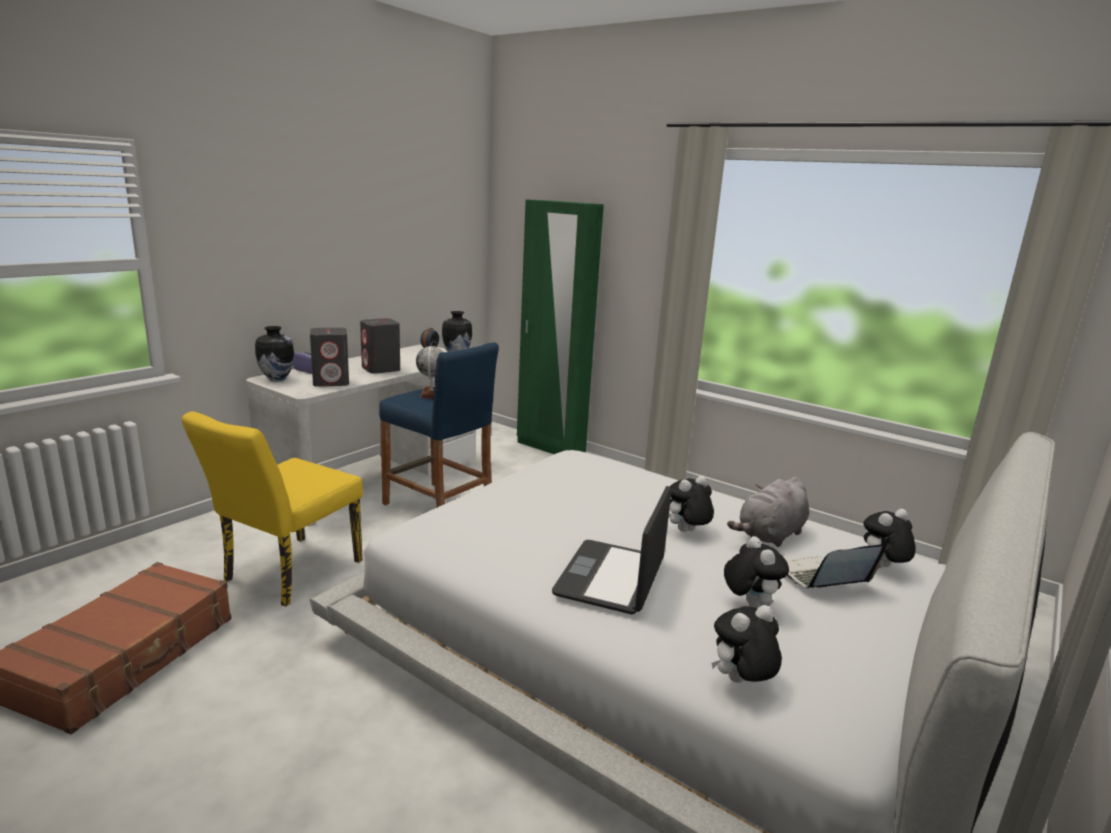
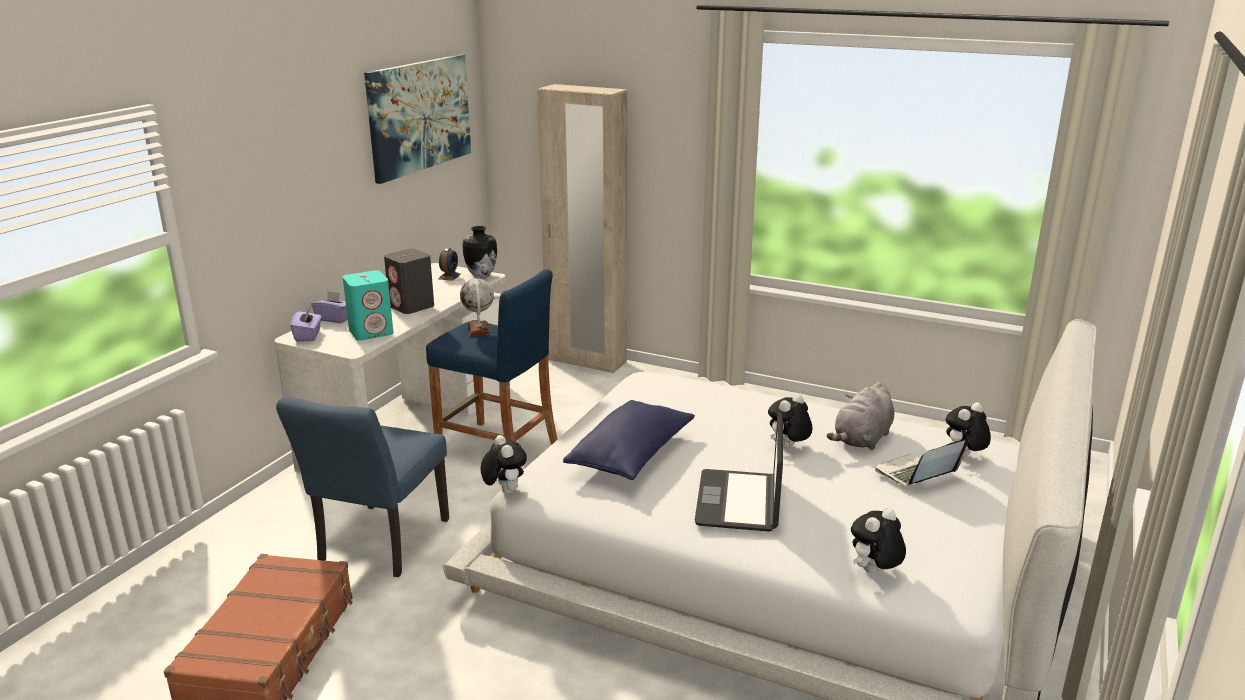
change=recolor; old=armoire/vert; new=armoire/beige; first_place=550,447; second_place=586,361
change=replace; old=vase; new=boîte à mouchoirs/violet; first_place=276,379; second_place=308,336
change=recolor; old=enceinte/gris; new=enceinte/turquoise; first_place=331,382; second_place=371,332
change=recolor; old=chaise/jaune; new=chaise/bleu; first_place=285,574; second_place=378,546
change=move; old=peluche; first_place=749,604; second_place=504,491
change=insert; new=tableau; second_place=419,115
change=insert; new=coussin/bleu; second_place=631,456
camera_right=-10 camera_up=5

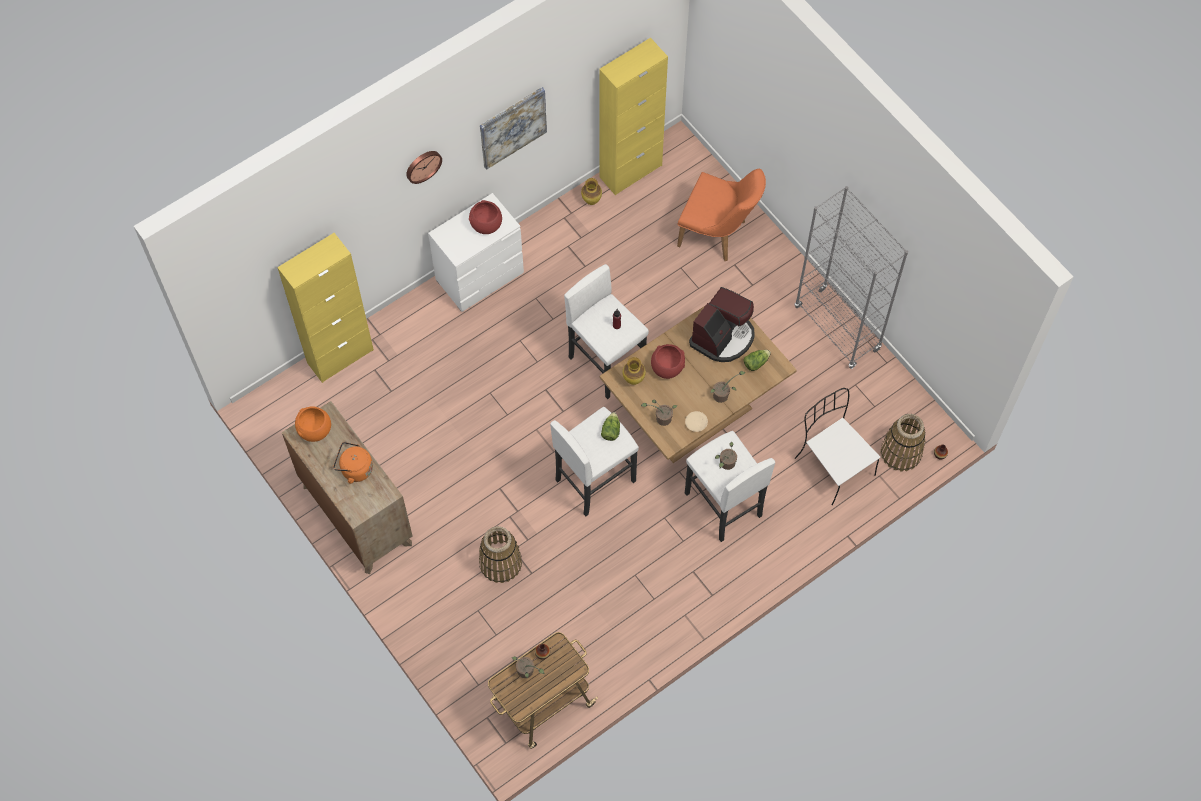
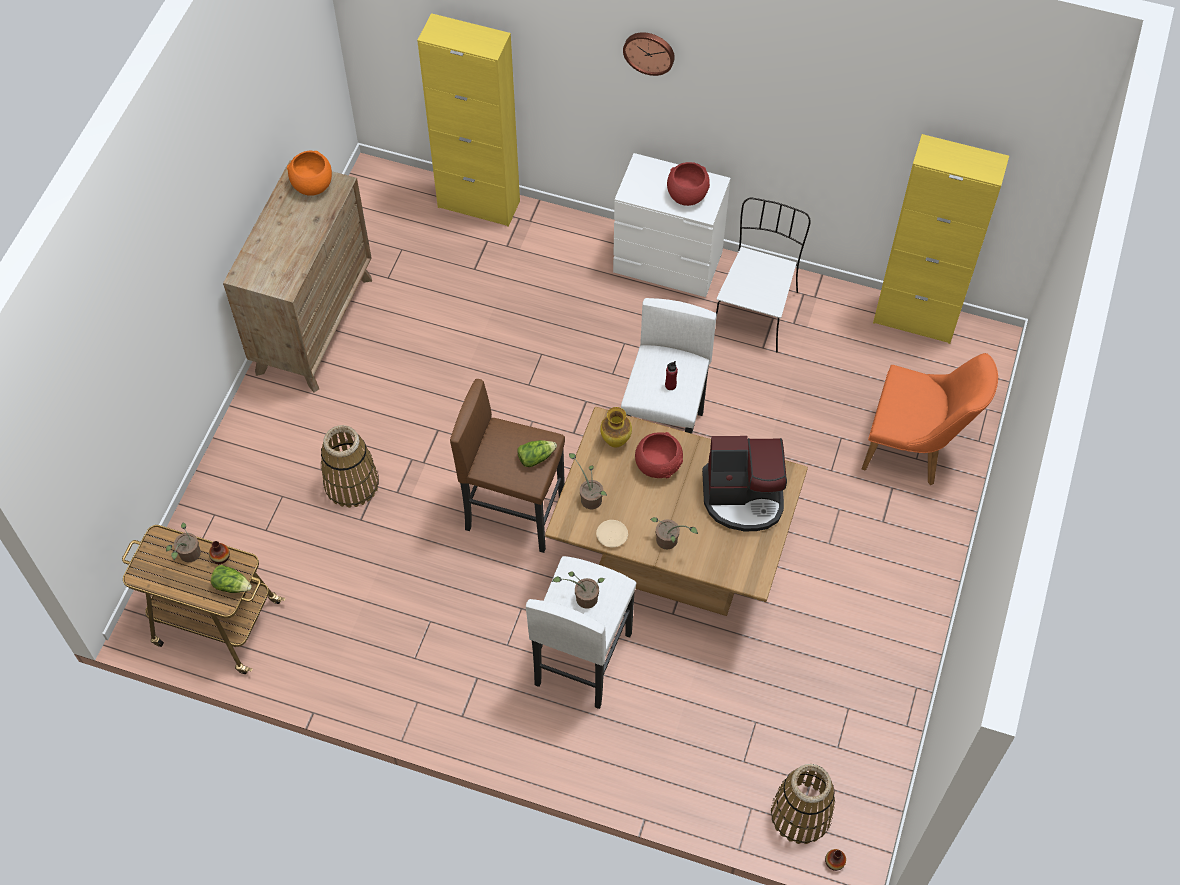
change=delete; old=tableau; first_place=512,127
change=rotate; old=chaise/orange; first_place=718,235; second_place=915,449; degrees=-60
change=delete; old=vase; first_place=592,201
change=delete; old=bibliothèque/gris; first_place=837,328
change=move; old=laitue; first_place=756,362; second_place=232,585
change=move; old=chaise/blanc; first_place=833,465; second_place=755,310
change=recolor; old=tabouret/blanc; new=tabouret/marron; first_place=594,480; second_place=515,512
change=delete; old=bouilloire/orange; first_place=355,469
camera_right=55 camera_up=-5

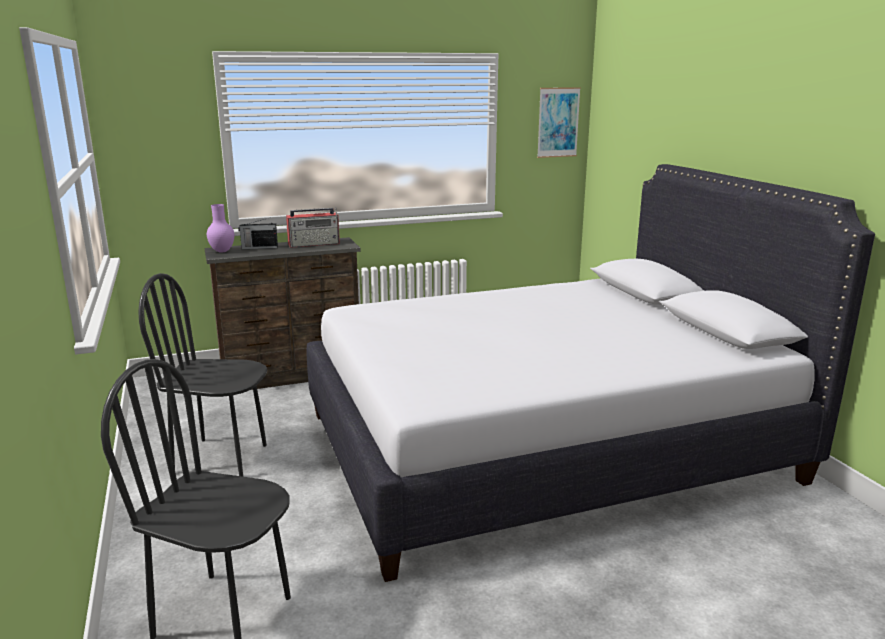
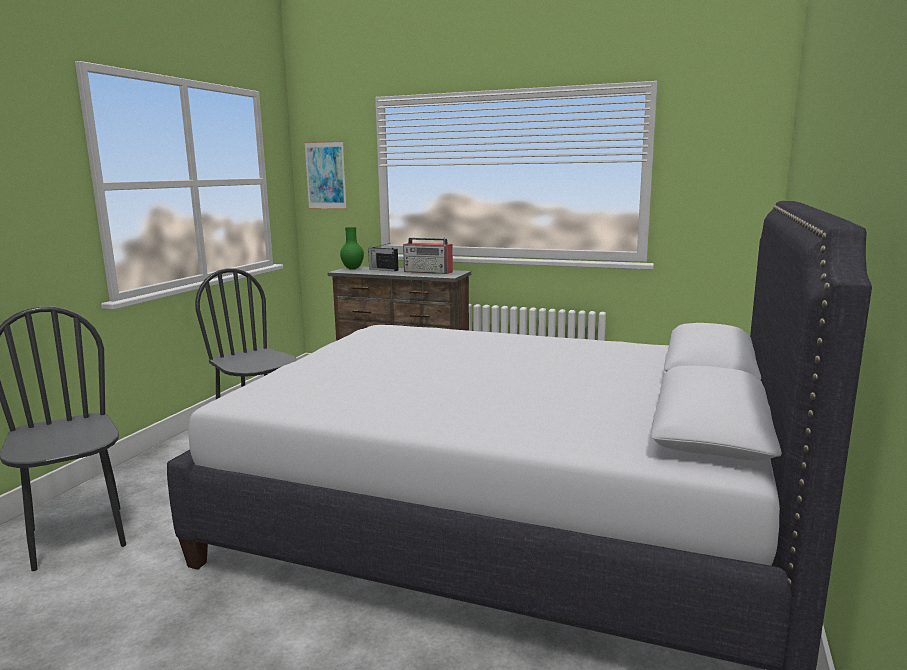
change=move; old=tableau; first_place=558,122; second_place=326,175
change=recolor; old=vase/violet; new=vase/vert; first_place=222,251; second_place=353,269
camera_right=40 camera_up=-5

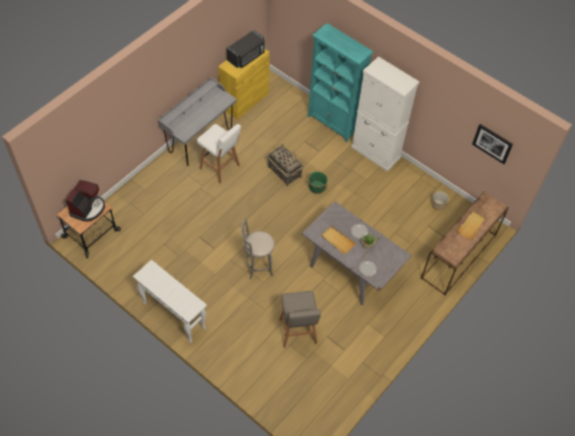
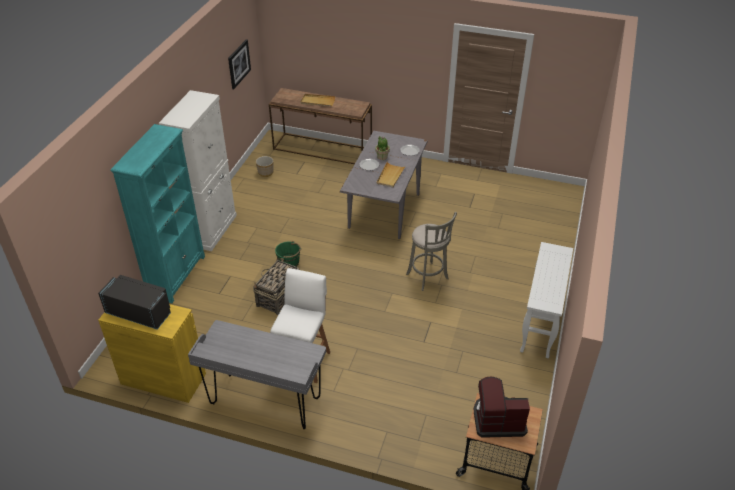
change=delete; old=tabouret/gris; first_place=298,332
camera_right=-110 camera_up=-15

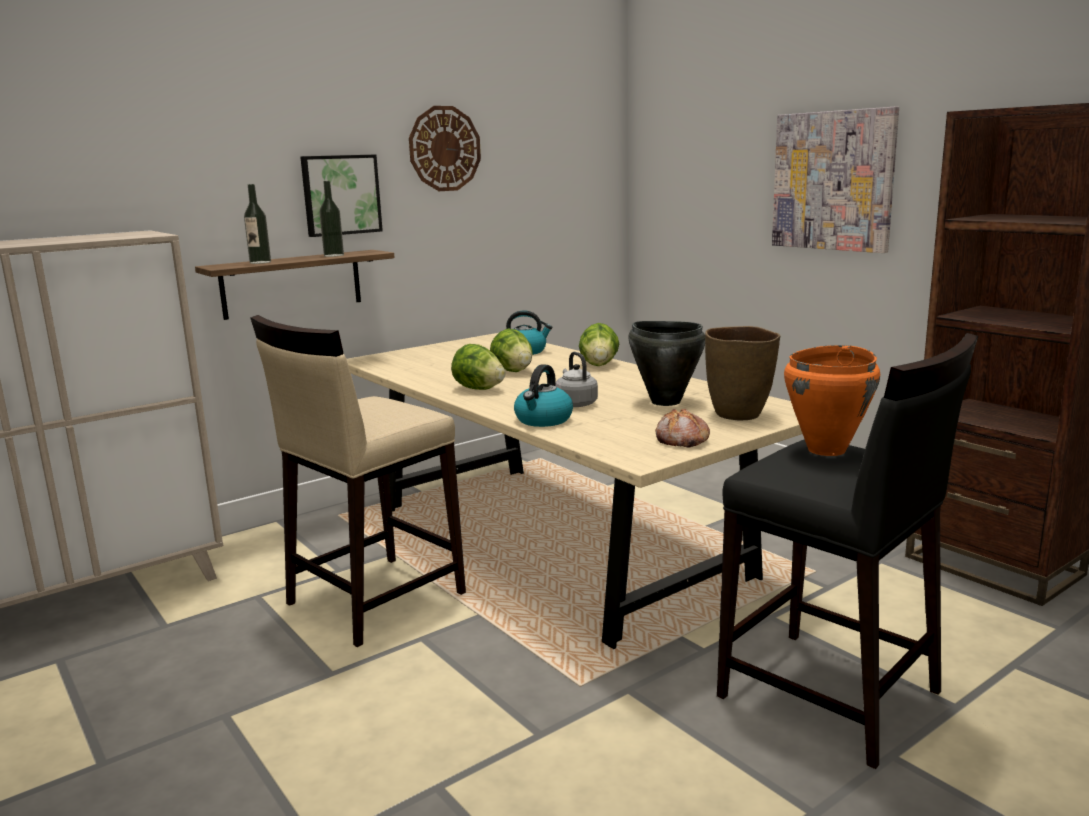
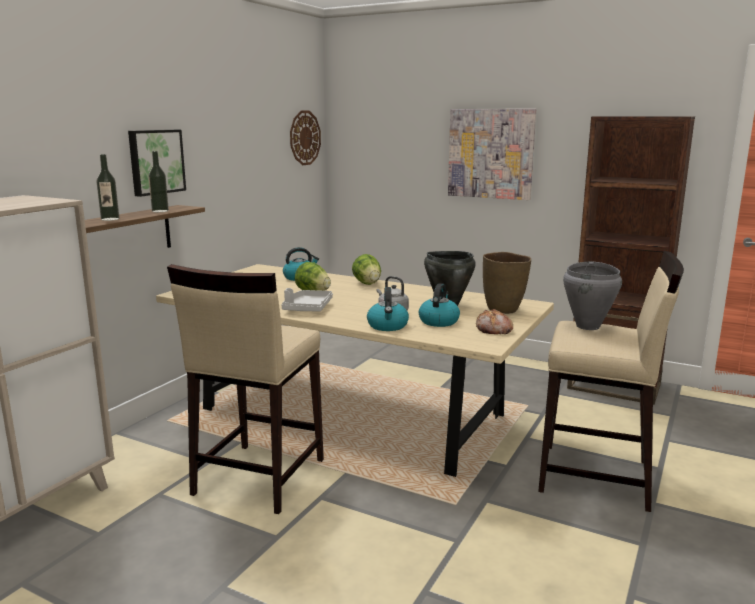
change=move; old=horloge murale; first_place=444,149; second_place=304,138
change=recolor; old=tabouret/noir; new=tabouret/beige; first_place=830,695; second_place=596,477
change=replace; old=laitue; new=plateau/gris; first_place=478,389; second_place=307,308
change=recolor; old=marmite/orange; new=marmite/gris; first_place=827,450; second_place=588,326
change=insert; new=bouilloire; second_place=438,321
camera_right=-25 camera_up=0

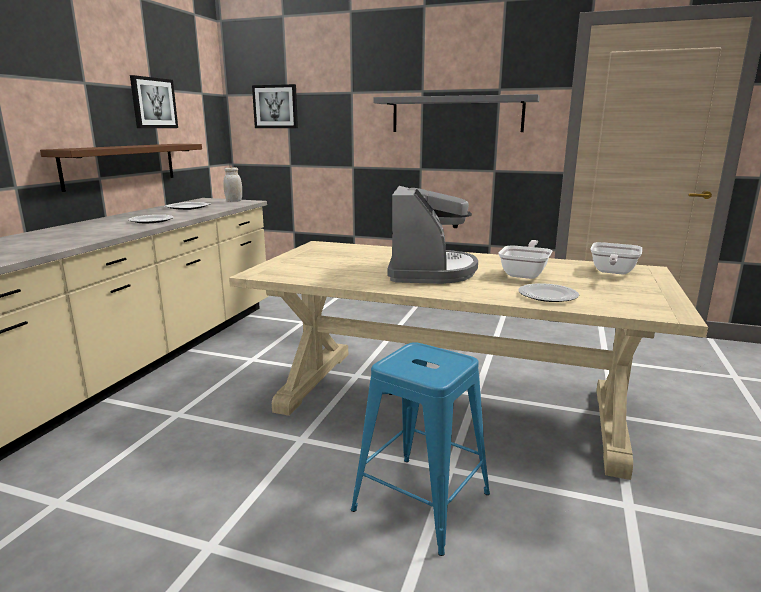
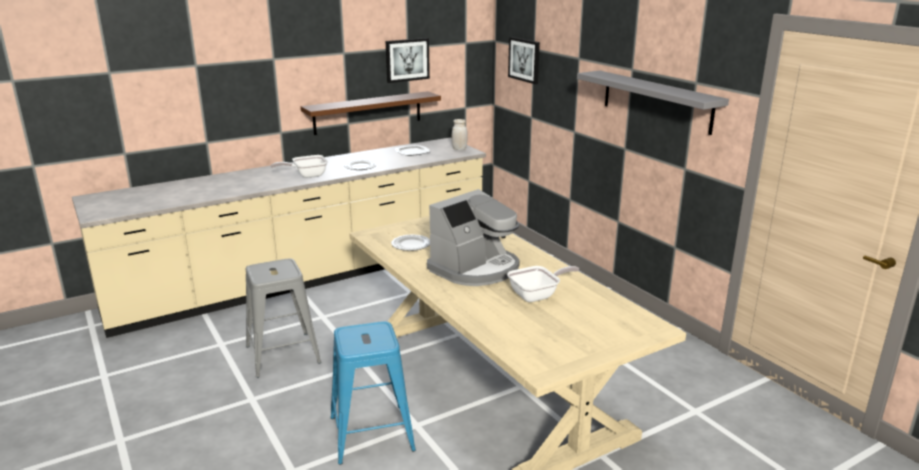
change=move; old=poêle; first_place=612,272; second_place=306,175
change=move; old=assiette; first_place=548,295; second_place=411,244
change=insert; new=tabouret/gris; second_place=282,354
camera_right=40 camera_up=5

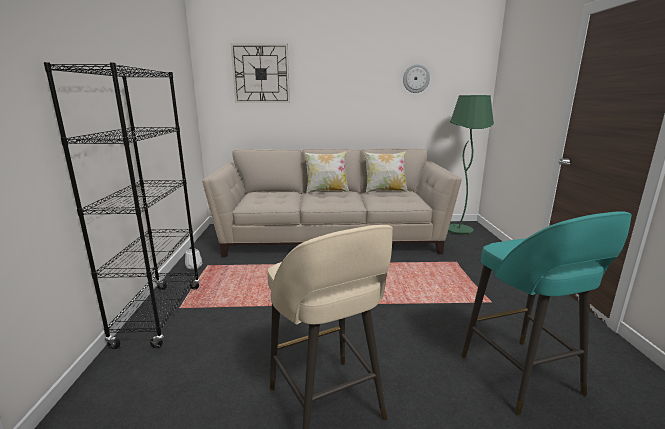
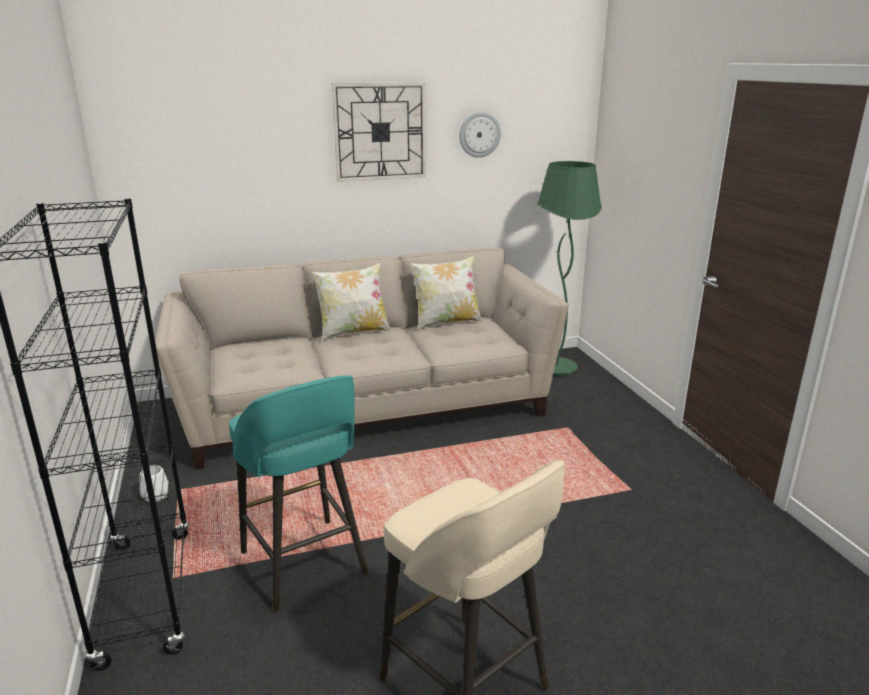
change=move; old=horloge murale; first_place=261,74; second_place=380,132
change=move; old=tabouret/turquoise; first_place=522,377; second_place=305,565
camera_right=-15 camera_up=5

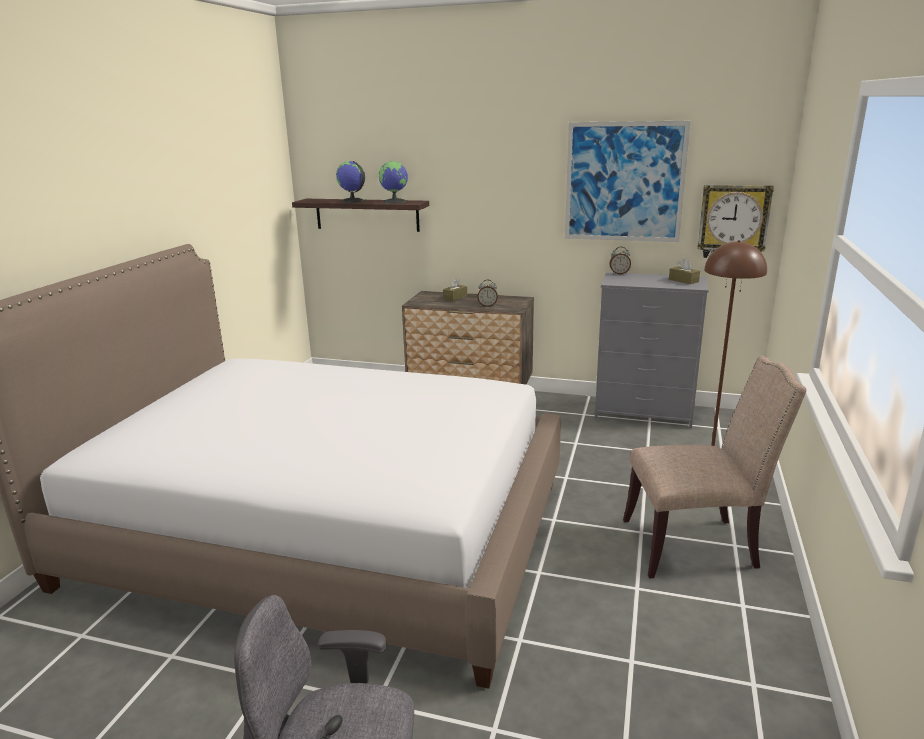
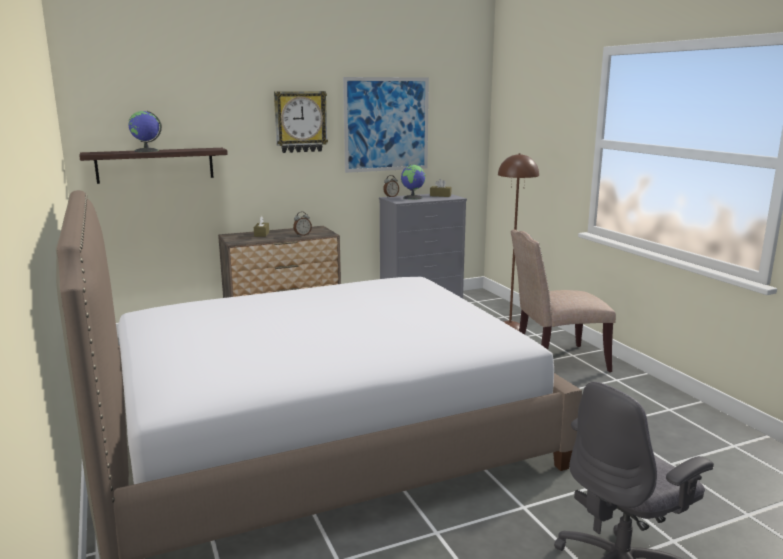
change=move; old=globe; first_place=395,201; second_place=413,197
change=move; old=horloge murale; first_place=733,221; second_place=300,122
change=rotate; old=chaise/beige; first_place=695,545; second_place=555,361; degrees=-150
camera_right=-40 camera_up=-5

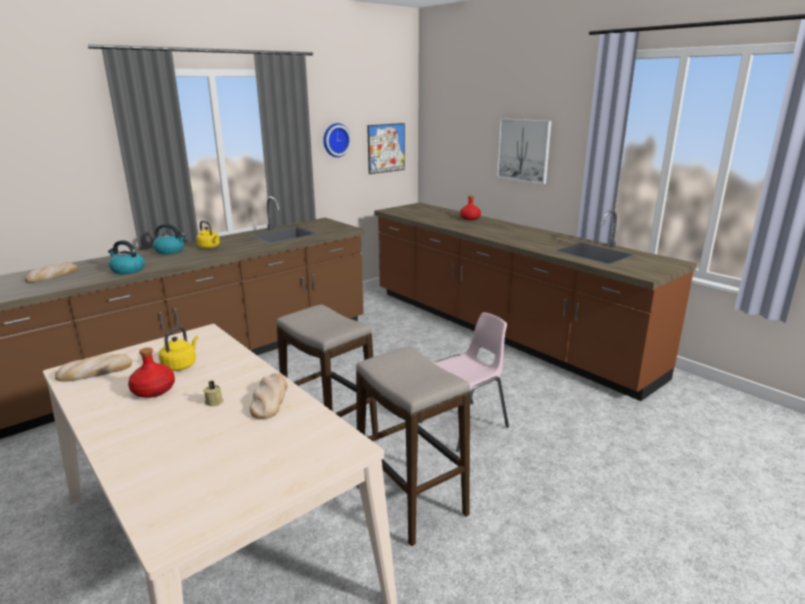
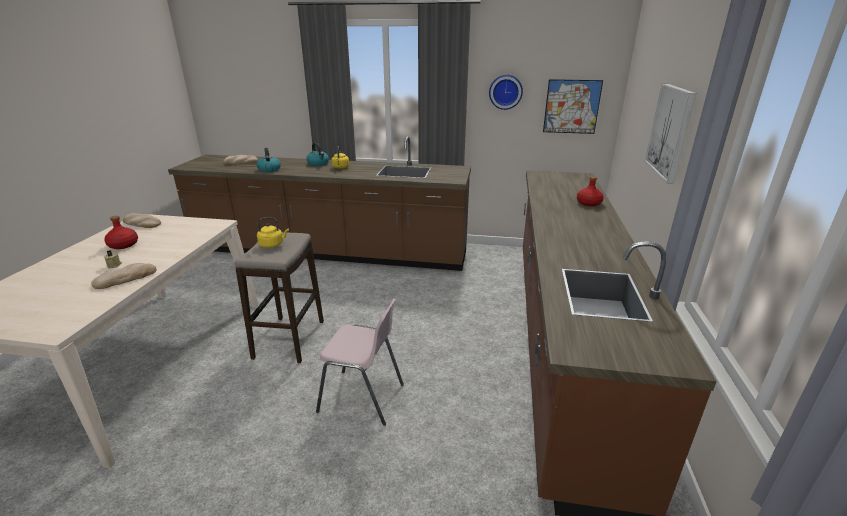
change=move; old=bouilloire/jaune; first_place=181,365; second_place=272,244
change=delete; old=tabouret; first_place=411,500
camera_right=50 camera_up=5

